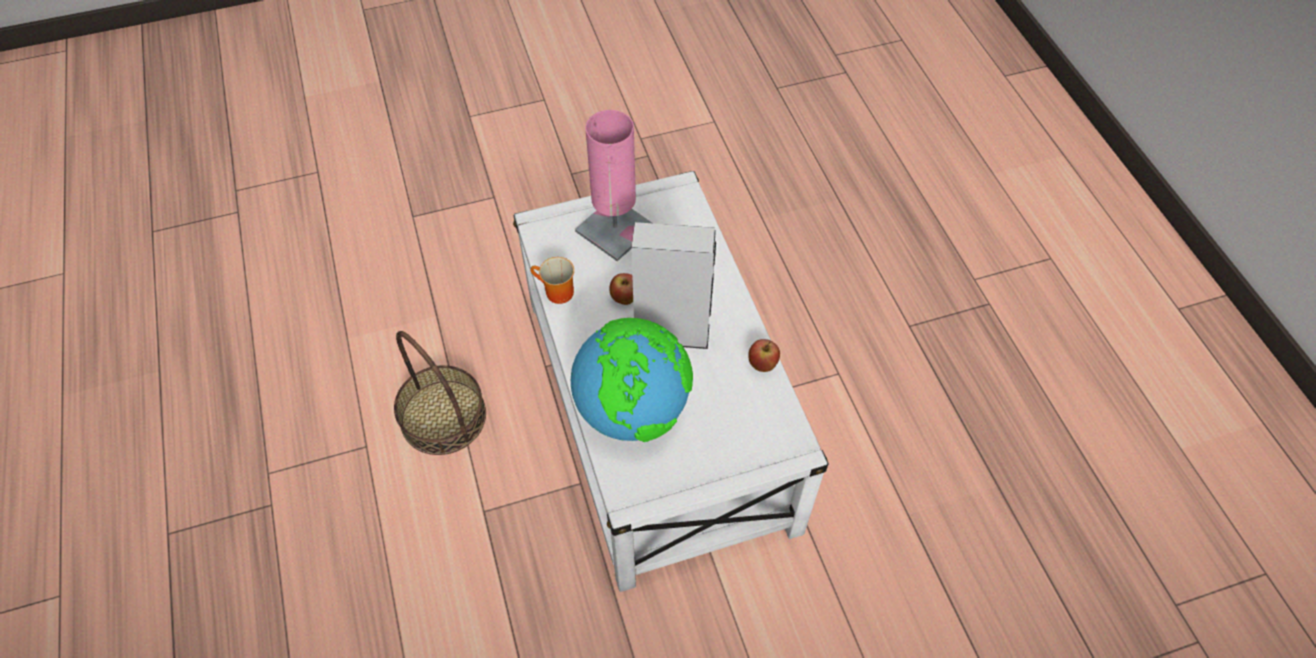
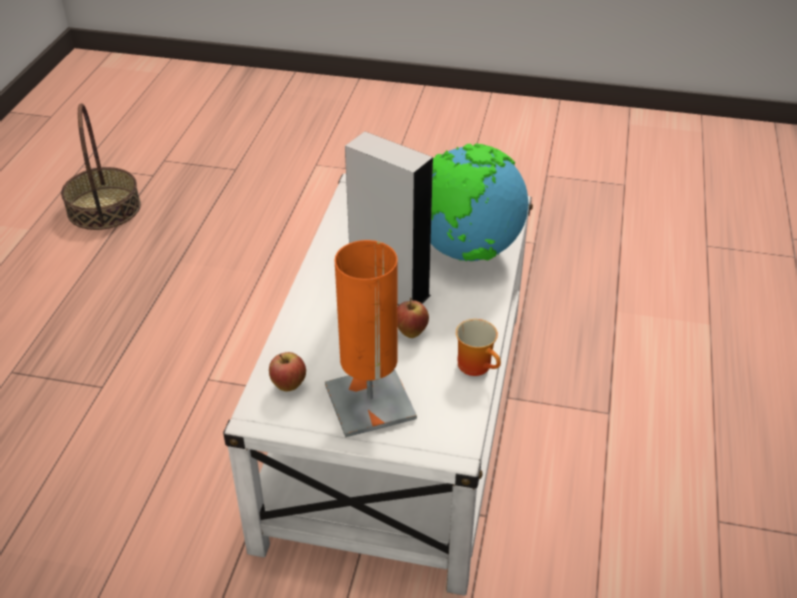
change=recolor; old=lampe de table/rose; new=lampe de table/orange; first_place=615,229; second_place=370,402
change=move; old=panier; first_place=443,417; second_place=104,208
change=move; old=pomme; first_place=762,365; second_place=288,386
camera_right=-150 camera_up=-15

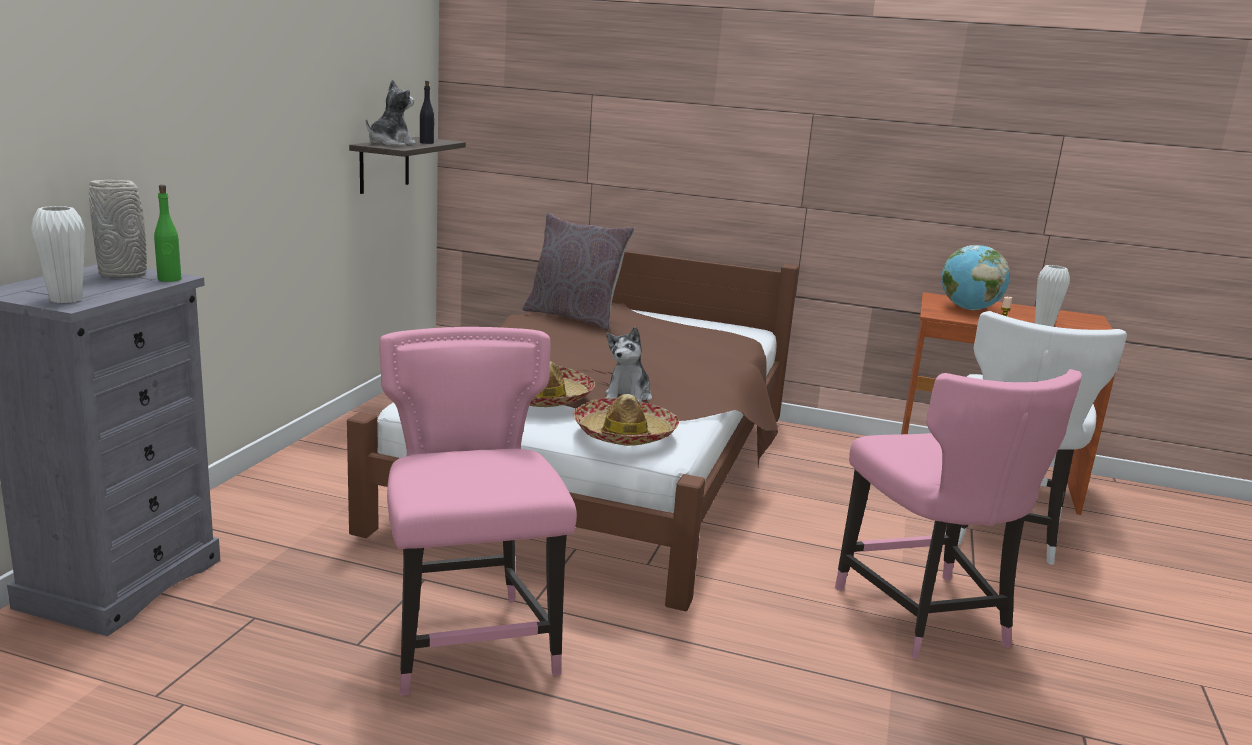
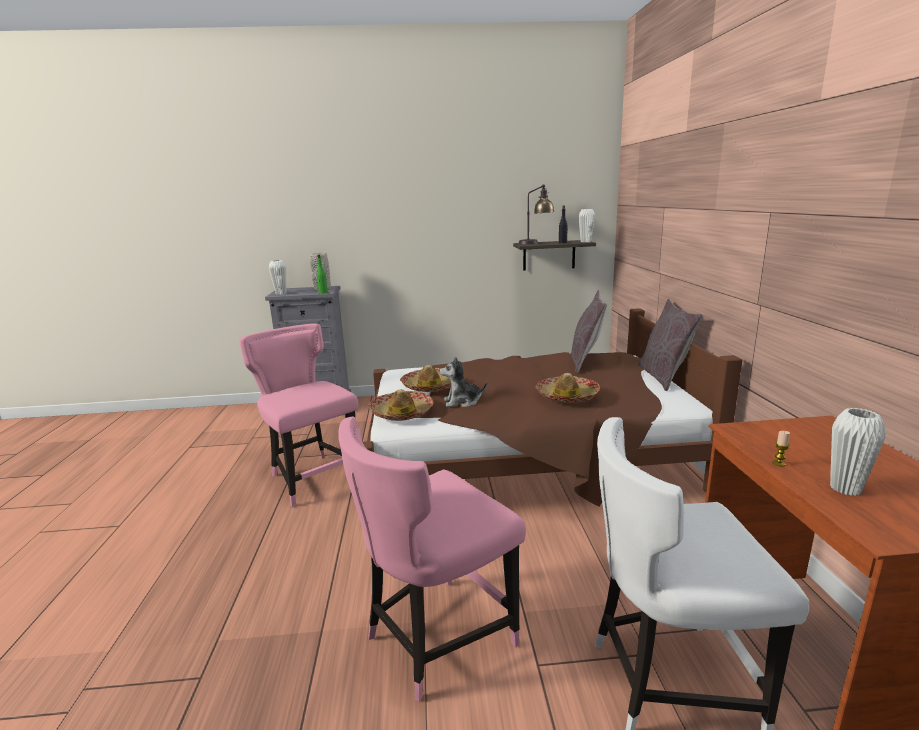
change=replace; old=peluche; new=lampe de table; first_place=390,144; second_place=536,243
change=delete; old=globe; first_place=968,309
change=rotate; old=chaise/rose; first_place=471,640; second_place=313,477; degrees=-90
change=insert; new=vase/blanc; second_place=585,241
change=insert; new=coussin/gris; second_place=664,377
change=insert; new=chapeau; second_place=567,396
camera_right=70 camera_up=0

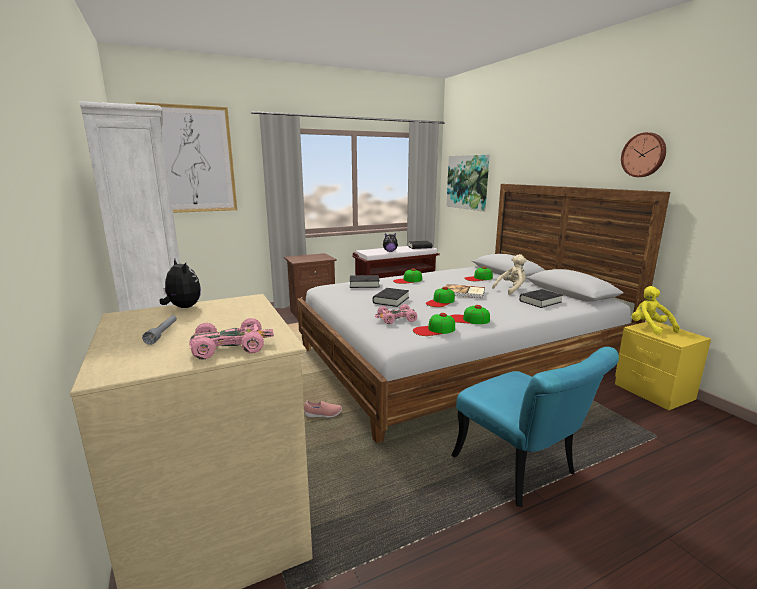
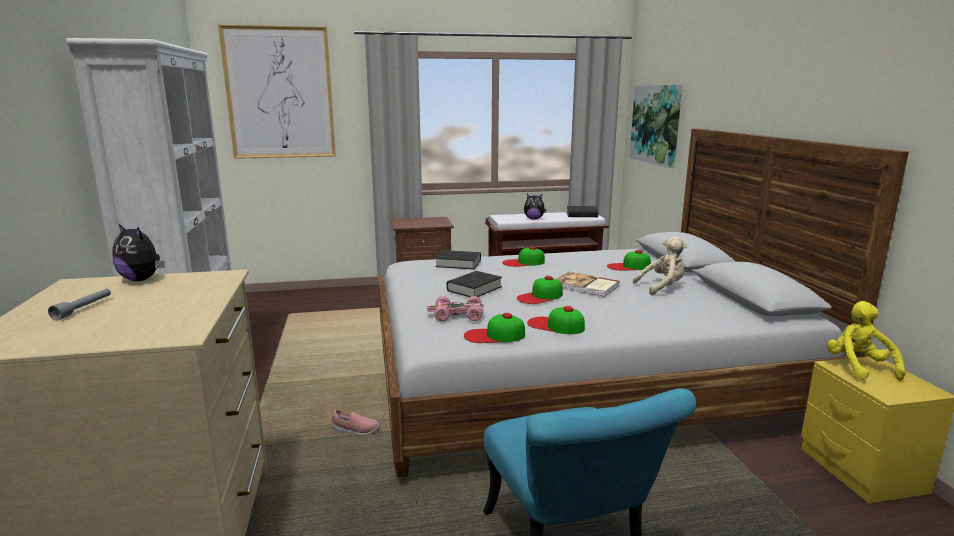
change=delete; old=horloge murale; first_place=644,155
change=rotate; old=peluche; first_place=182,307; second_place=142,279; degrees=150
change=delete; old=livre/noir; first_place=540,301
change=delete; old=petite voiture/rose; first_place=231,347
camera_right=15 camera_up=0

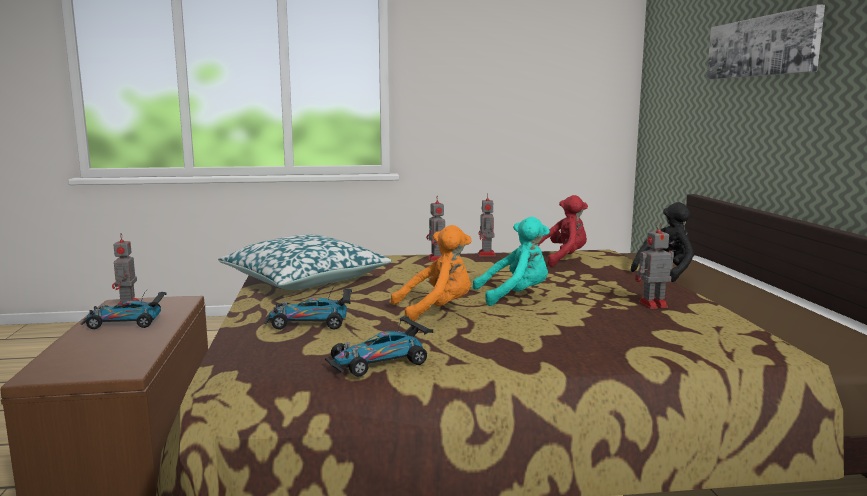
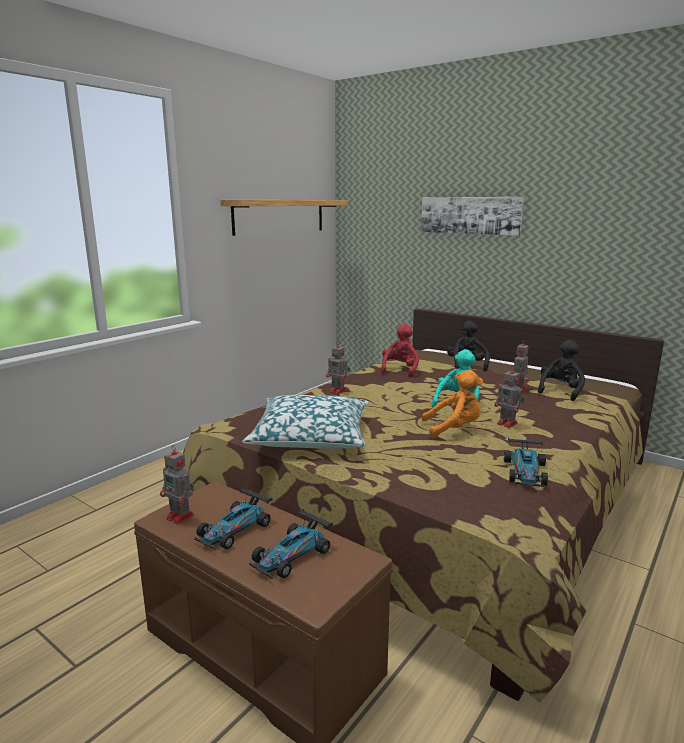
change=move; old=robot jouet; first_place=486,255; second_place=508,424
change=rotate; old=peluche/orange; first_place=437,311; second_place=454,429; degrees=60
change=move; old=petite voiture; first_place=311,322; second_place=292,555
change=insert; new=étagère; second_place=280,216
change=insert; new=peluche/noir; second_place=560,391
camera_right=-45 camera_up=5

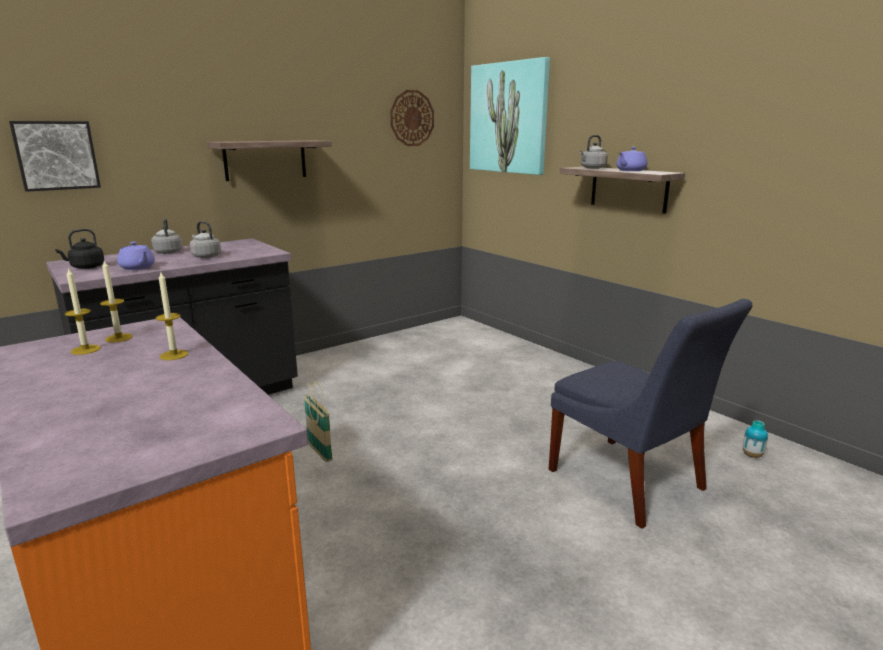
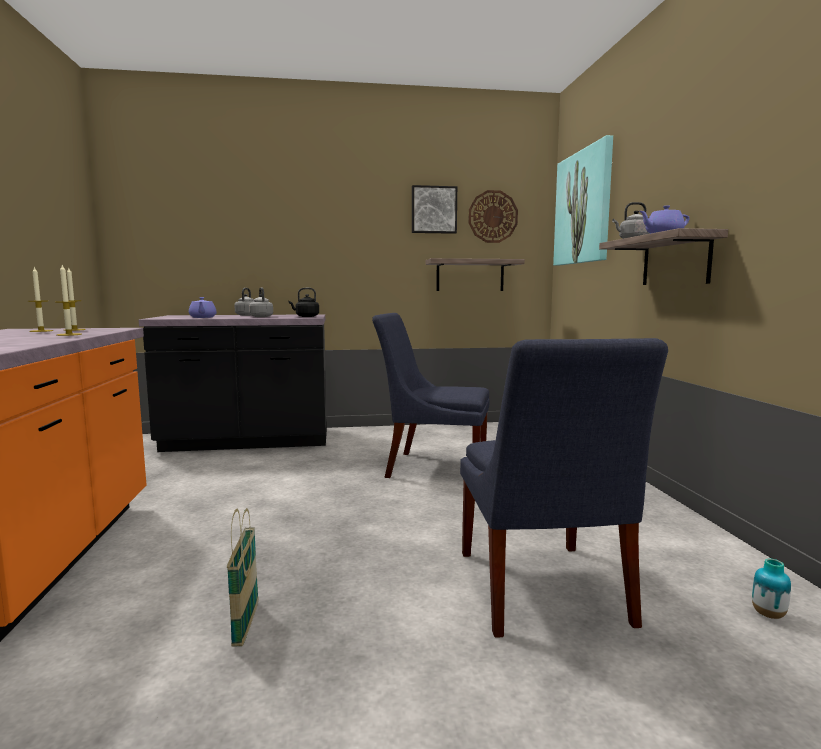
change=move; old=tableau; first_place=56,155; second_place=433,210
change=move; old=étagère; first_place=265,160; second_place=470,275
change=move; old=bouilloire/noir; first_place=85,267; second_place=306,316
change=move; old=panier; first_place=319,452; second_place=246,625
change=insert; new=chaise/bleu; second_place=432,467
camera_right=30 camera_up=-10

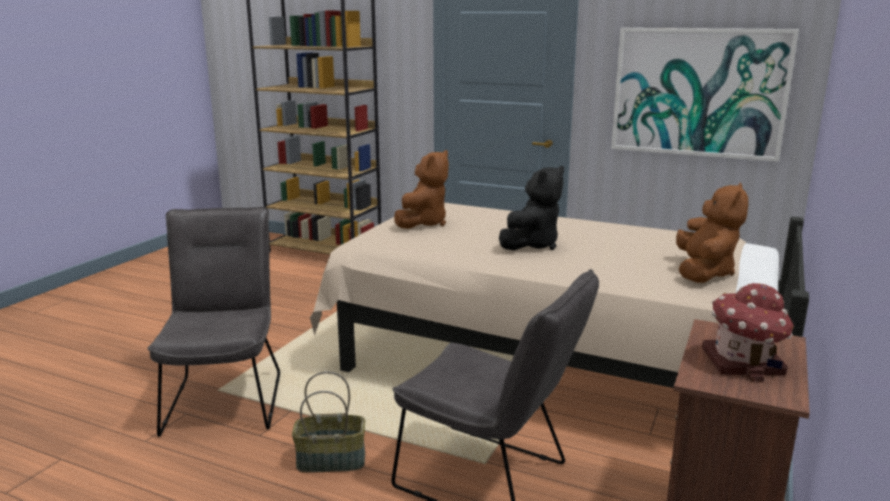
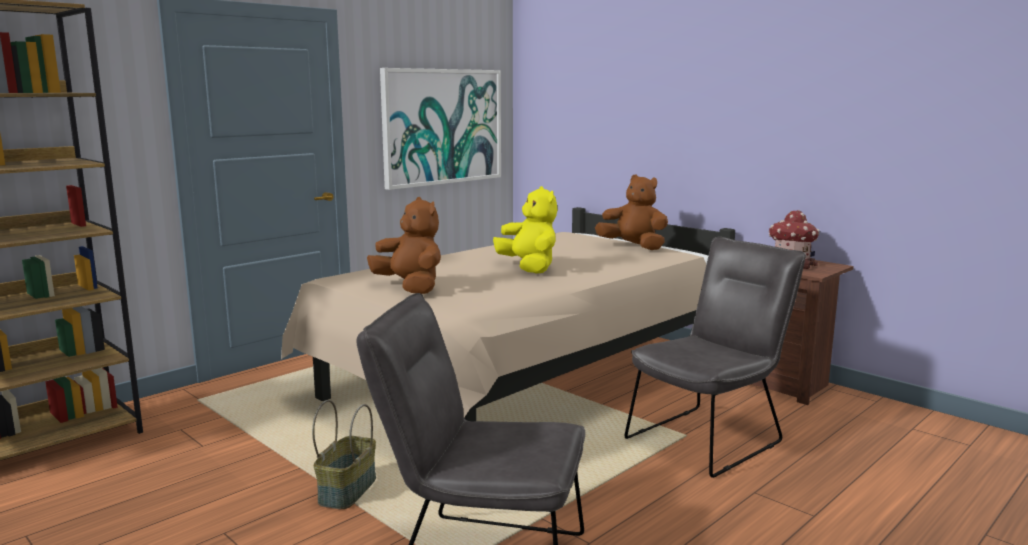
change=recolor; old=peluche/noir; new=peluche/jaune; first_place=532,245; second_place=529,268
change=move; old=panier; first_place=332,460; second_place=347,490
camera_right=-70 camera_up=-5

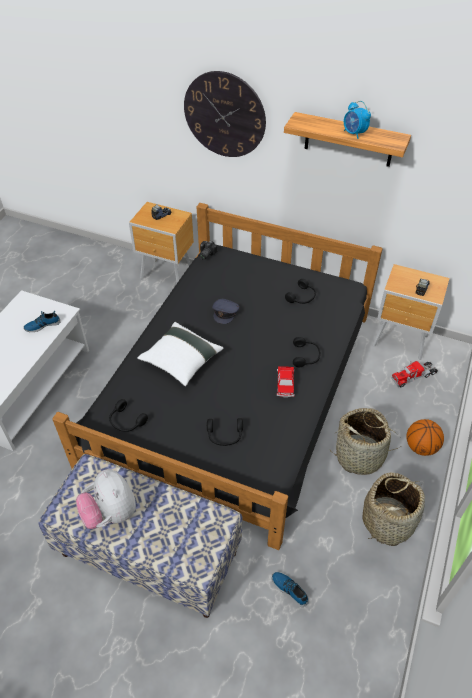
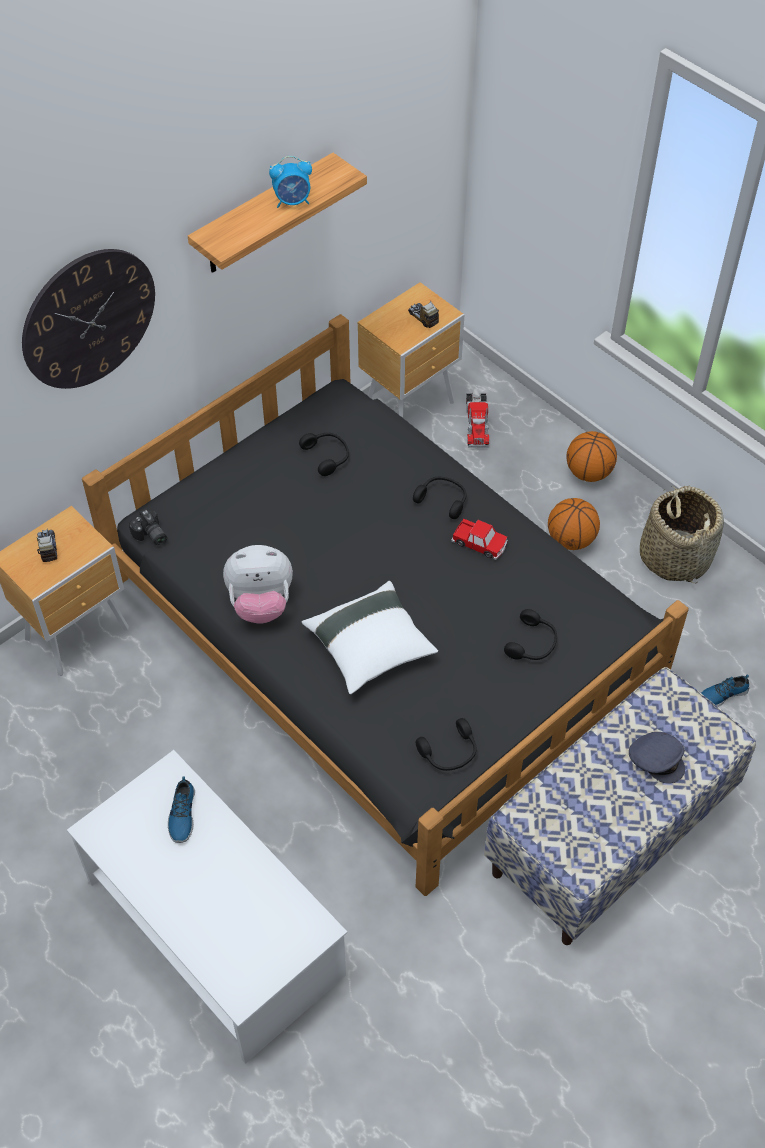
change=move; old=casquette/gris; first_place=225,313; second_place=656,760
change=replace; old=panier; new=ballon de basket; first_place=360,455; second_place=571,540
change=move; old=peluche; first_place=110,513; second_place=261,604
camera_right=-65 camera_up=5

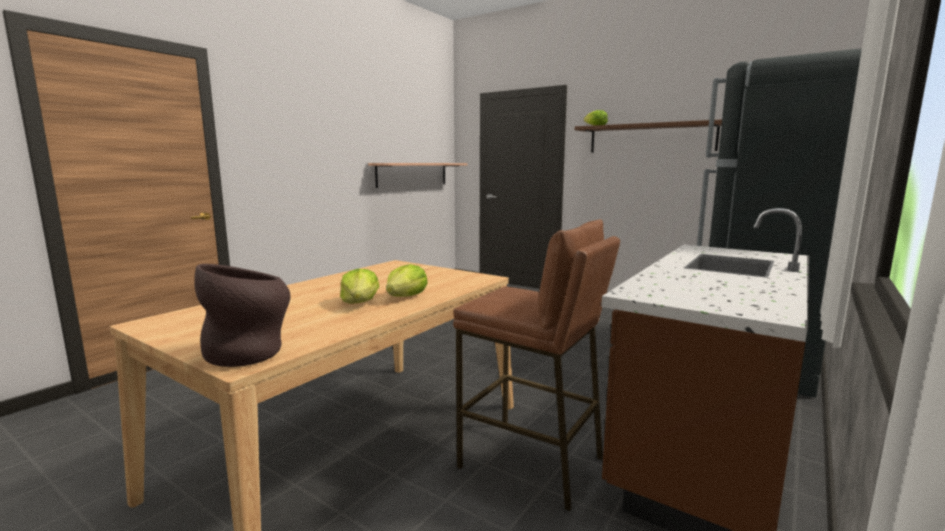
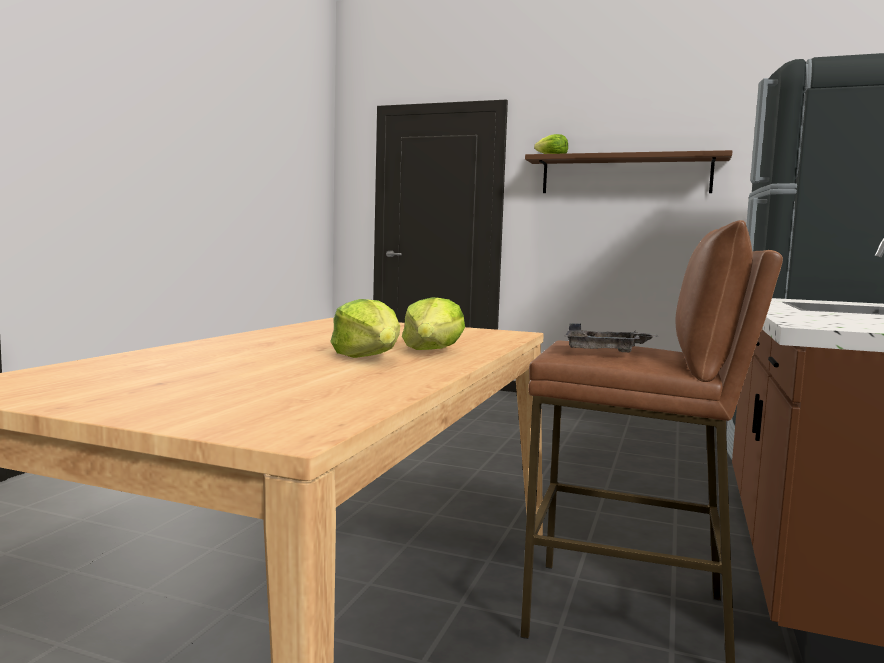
change=delete; old=étagère; first_place=412,174
change=delete; old=vase/marron; first_place=251,353
change=insert; new=plateau/gris; second_place=605,351
camera_right=-15 camera_up=-5

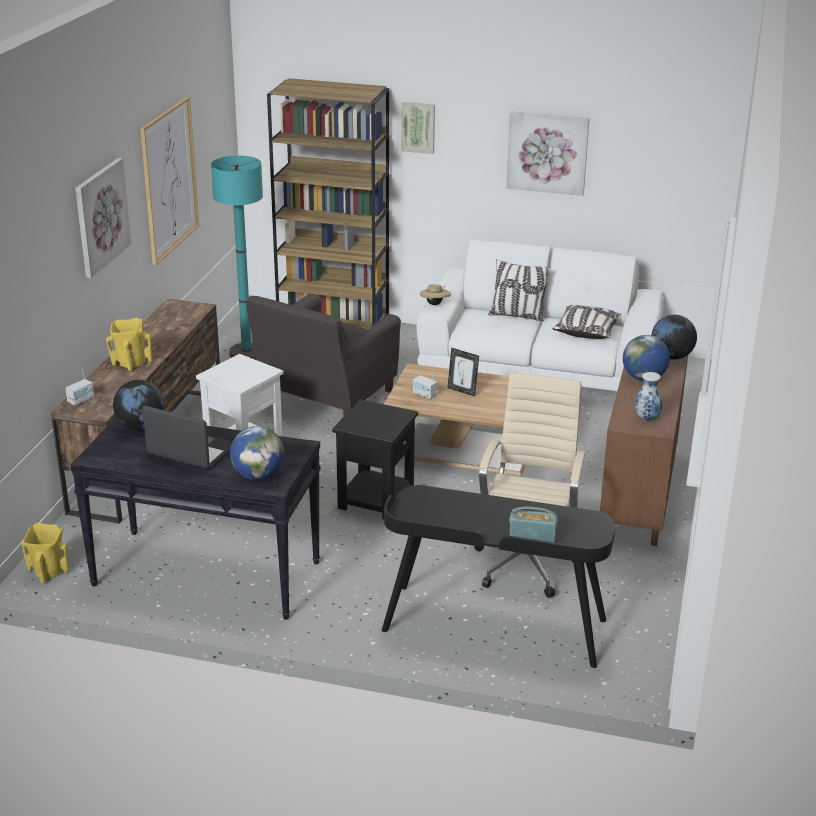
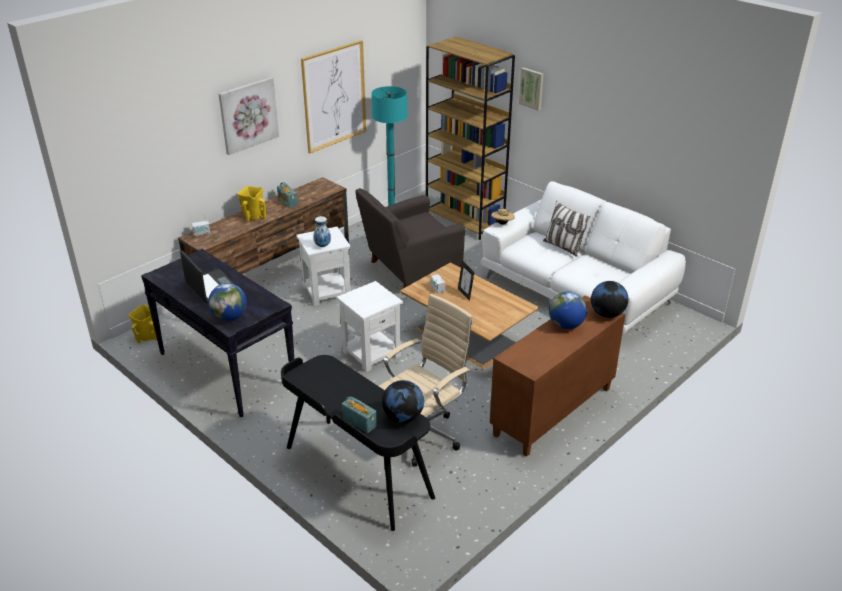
change=delete; old=tableau; first_place=547,152
change=delete; old=coussin; first_place=586,331
change=move; old=vase; first_place=646,418; second_place=322,245
change=move; old=globe; first_place=141,426; second_place=403,417
change=recolor; old=table d'appoint/noir; new=table d'appoint/blanc; first_place=376,499; second_place=372,353
change=insert; new=radio; second_place=287,202
camera_right=30 camera_up=5

